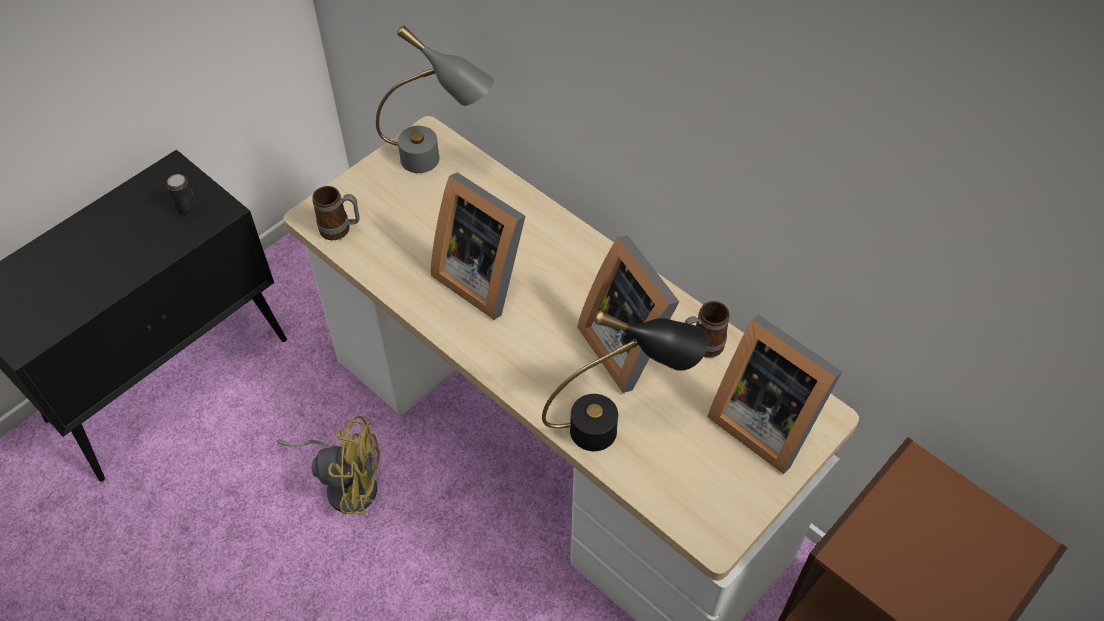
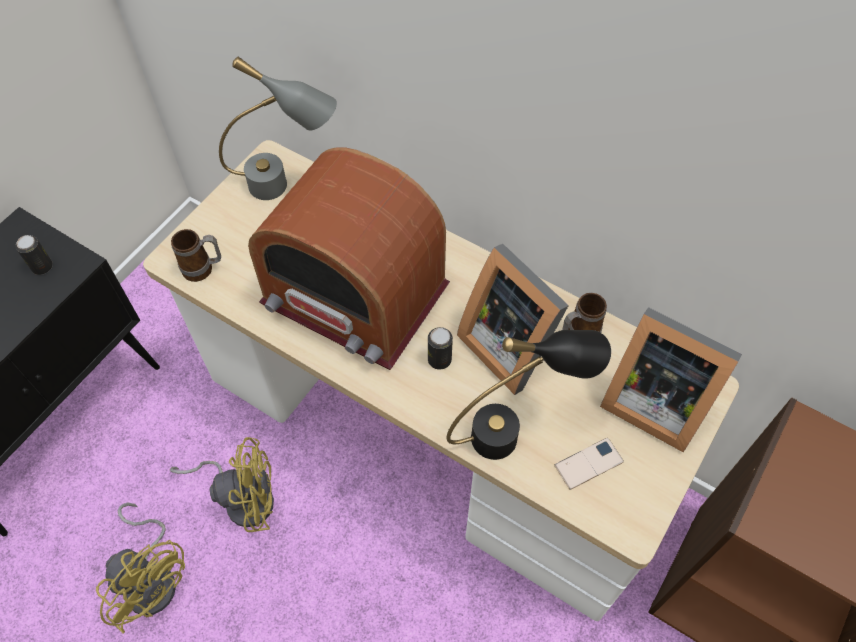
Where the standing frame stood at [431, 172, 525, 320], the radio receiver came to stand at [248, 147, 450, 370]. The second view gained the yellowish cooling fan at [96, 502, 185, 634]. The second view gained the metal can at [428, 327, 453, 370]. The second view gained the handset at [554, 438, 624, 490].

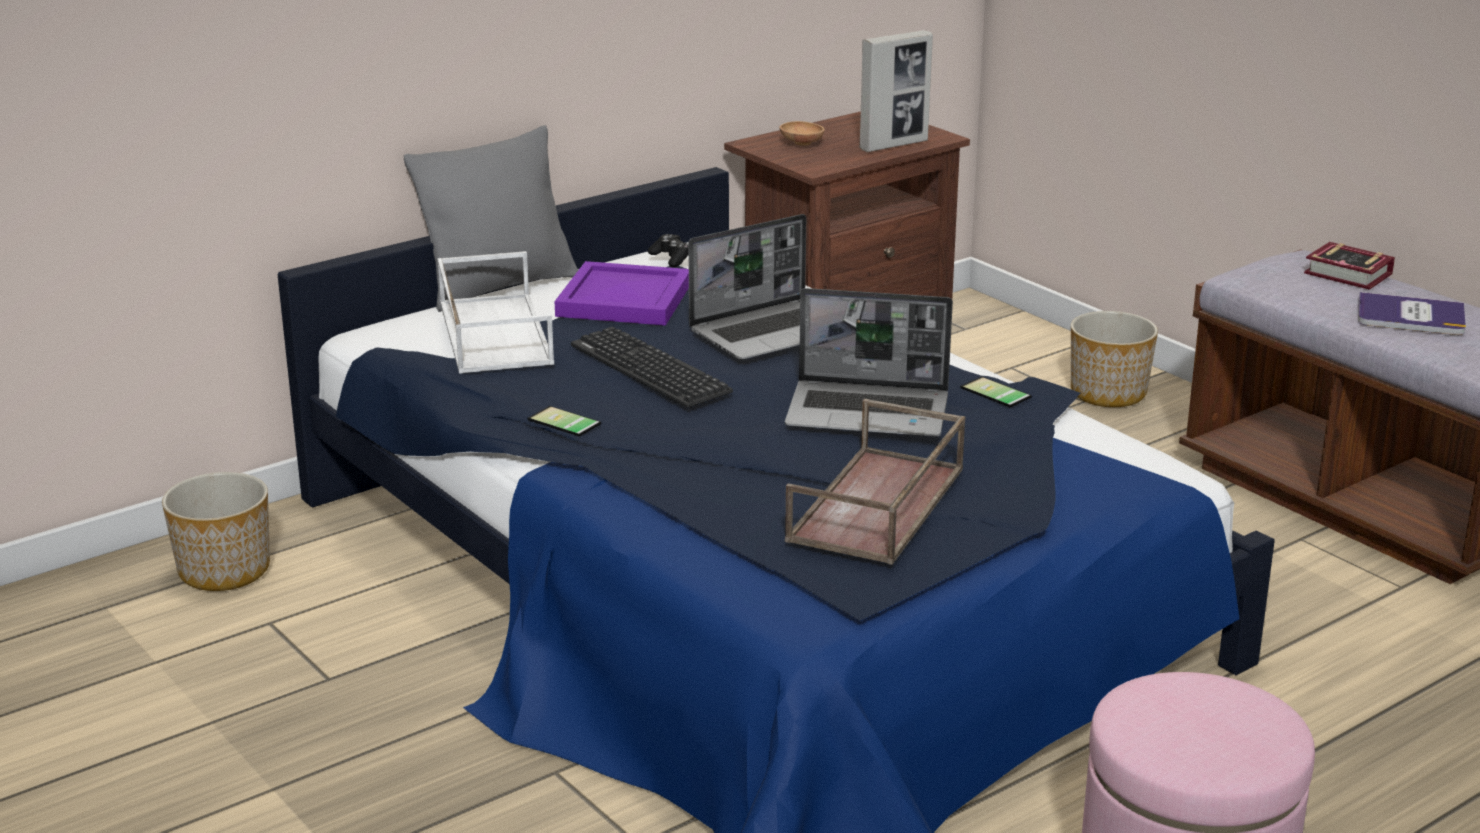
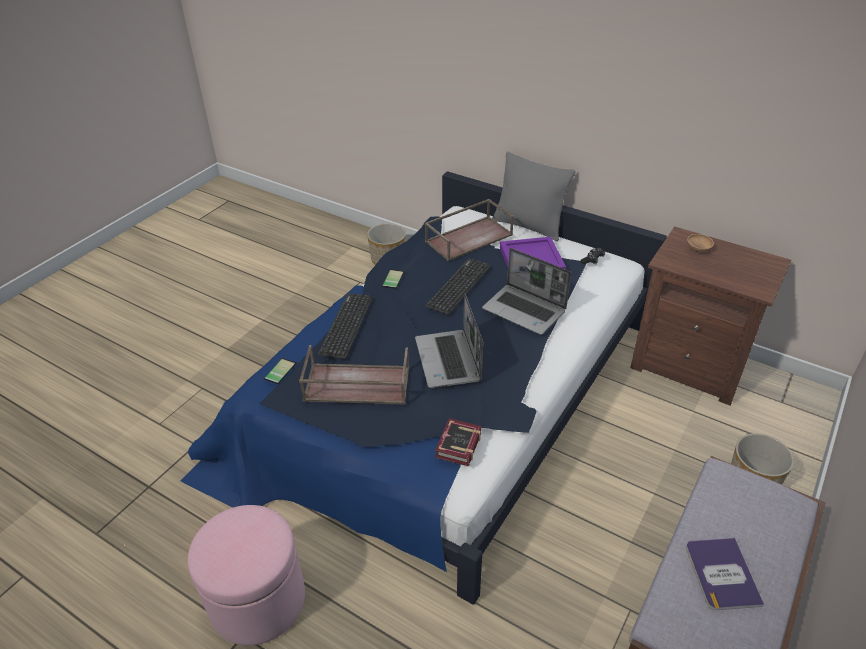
What was the white-coloured carrying tray at [437, 251, 554, 374] turned into the brown carrying tray at [425, 199, 514, 261]. The second view lost the standing frame at [859, 30, 933, 152]. The handset ended up elsewhere, having gone from [960, 376, 1032, 408] to [264, 358, 297, 384]. The book ended up elsewhere, having gone from [1304, 242, 1395, 290] to [435, 418, 482, 466]. The second view gained the computer keyboard at [318, 293, 373, 359].

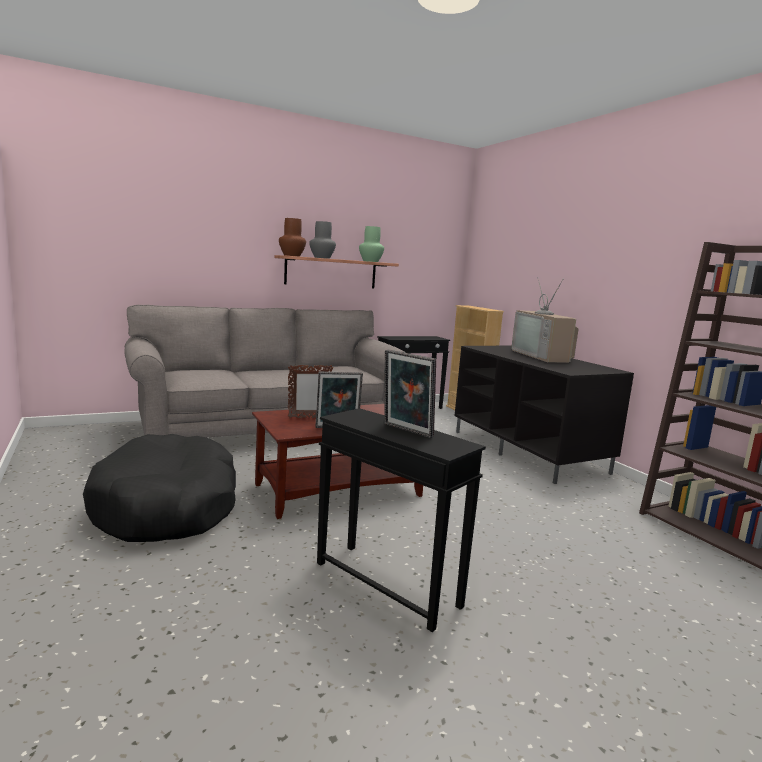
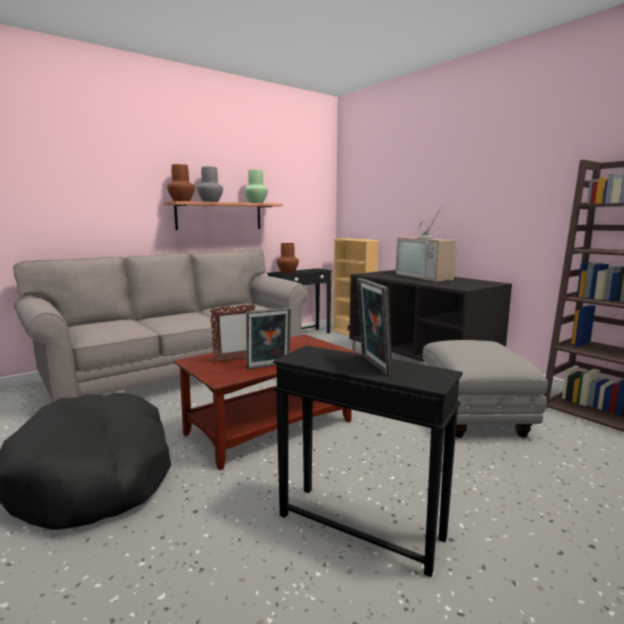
The standing frame at [384, 350, 436, 438] ended up facing another way, 45 degrees clockwise from before. The second view gained the brown flower vase at [277, 243, 299, 273]. The second view gained the greyish ottoman at [422, 340, 548, 438].

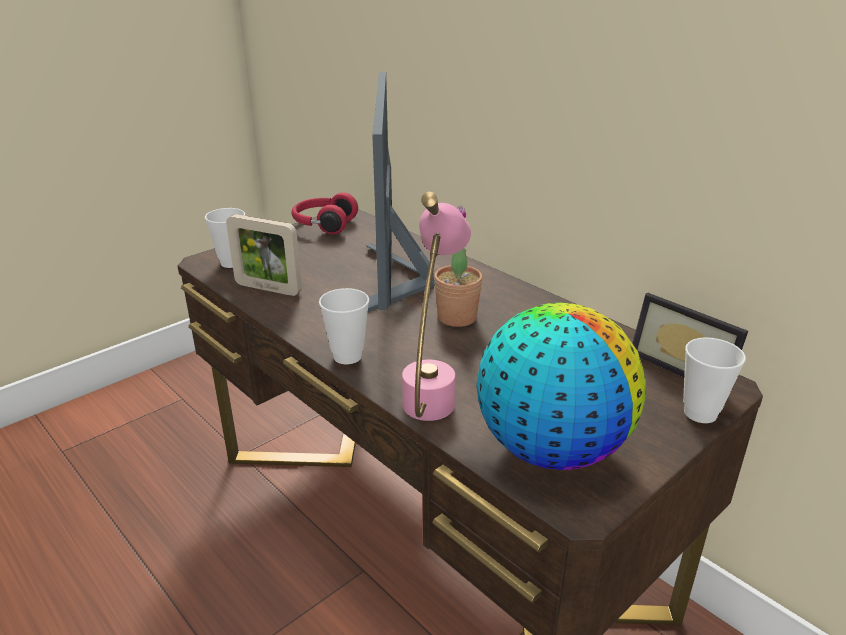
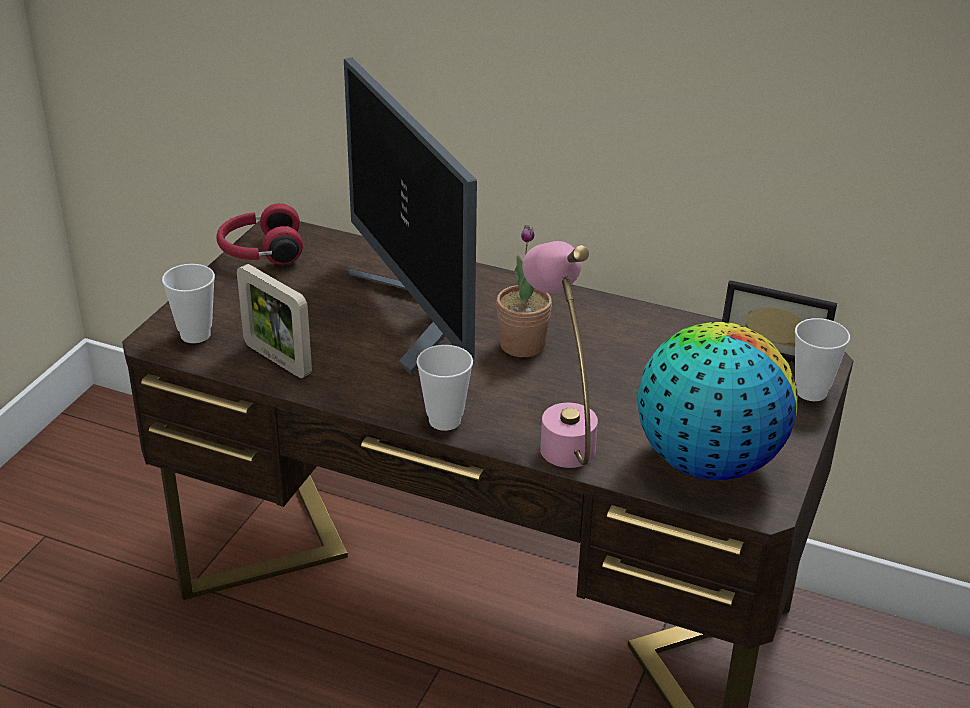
The standing frame at [226, 214, 302, 296] ended up facing another way, 45 degrees clockwise from before.

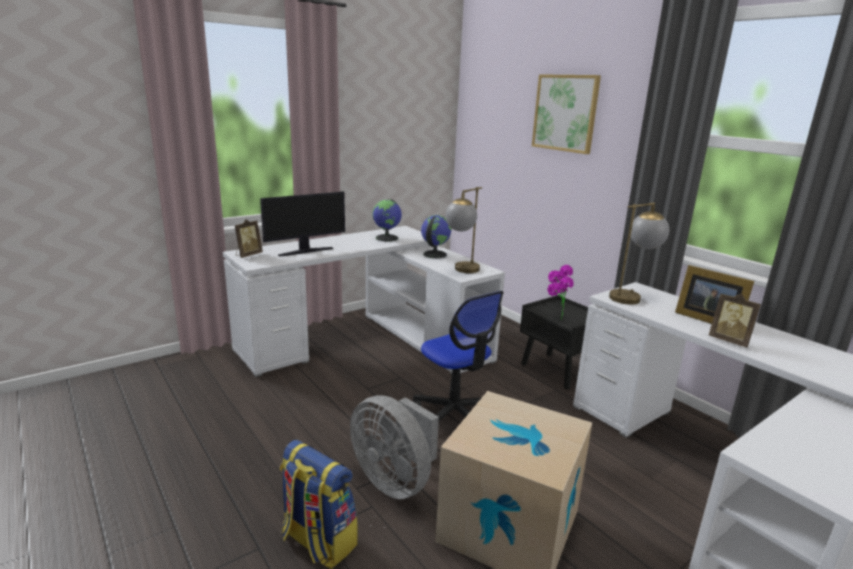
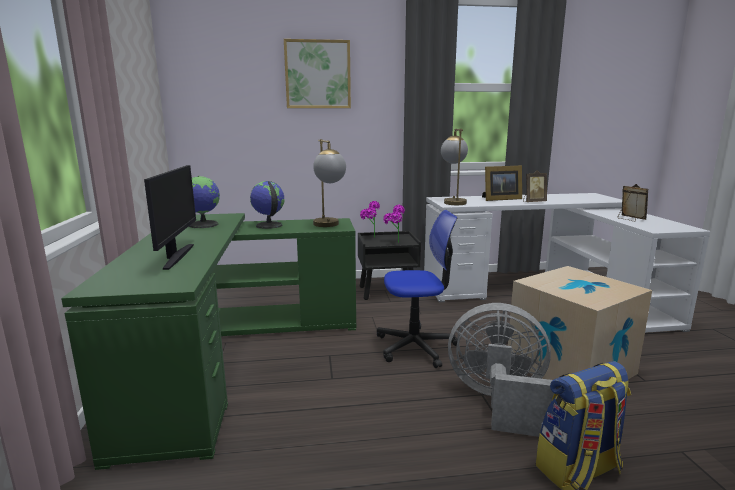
What was the white-coloured desk table at [223, 226, 505, 377] turned into the green desk table at [61, 213, 356, 470]. The standing frame ended up elsewhere, having gone from [235, 219, 263, 258] to [618, 184, 648, 221]. The greyish cooling fan at [350, 396, 439, 499] ended up facing another way, 150 degrees counterclockwise from before.

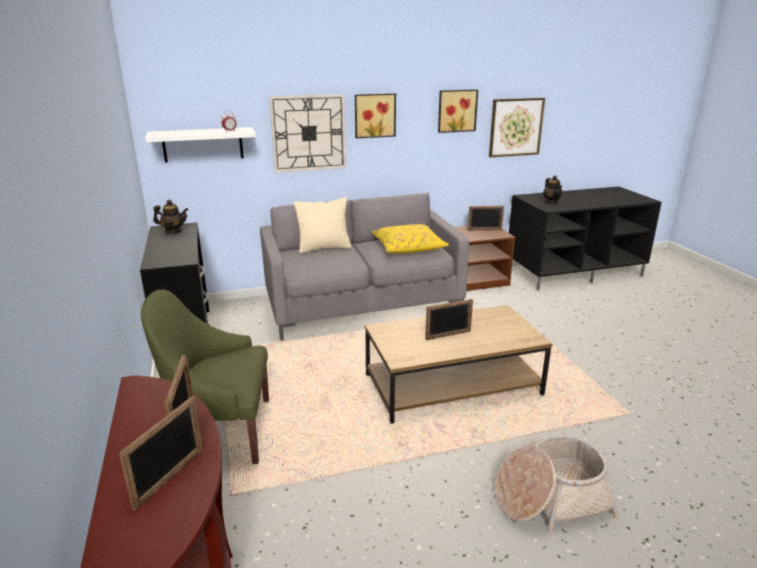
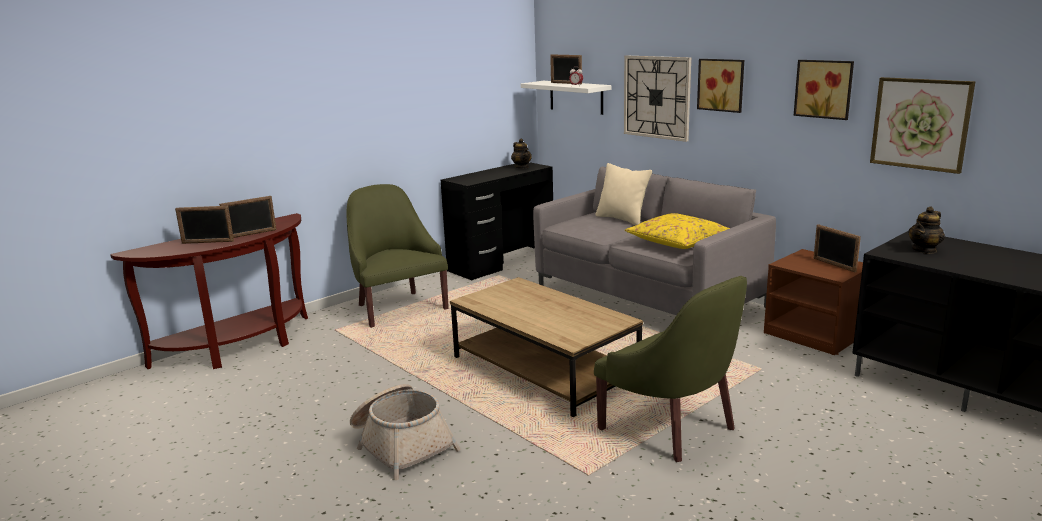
The standing frame ended up elsewhere, having gone from [425, 299, 473, 340] to [550, 54, 582, 84]. The second view gained the green easy chair at [594, 276, 747, 462].

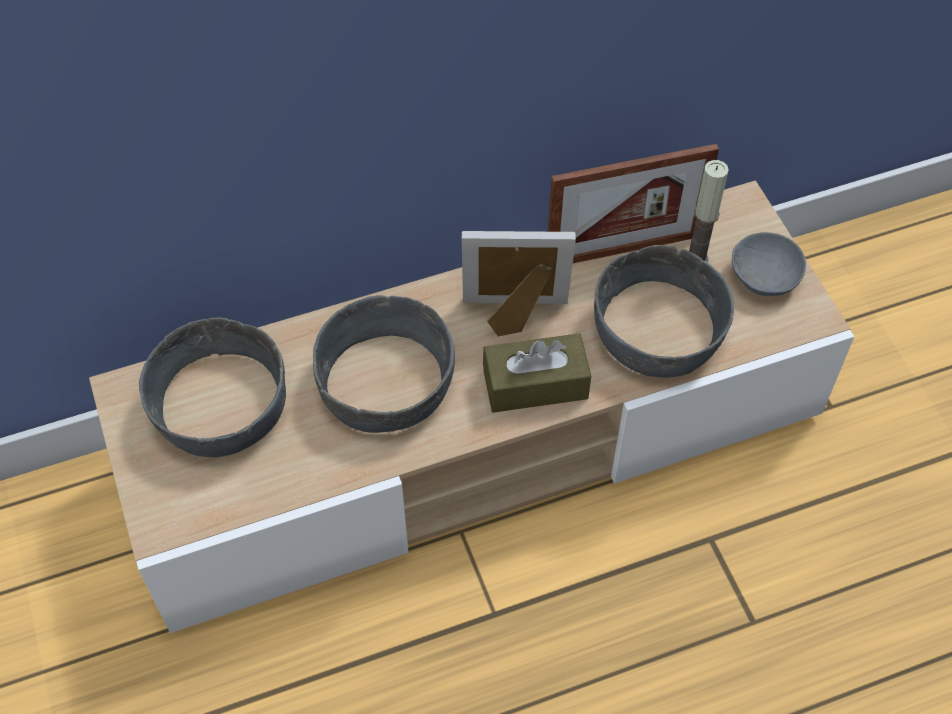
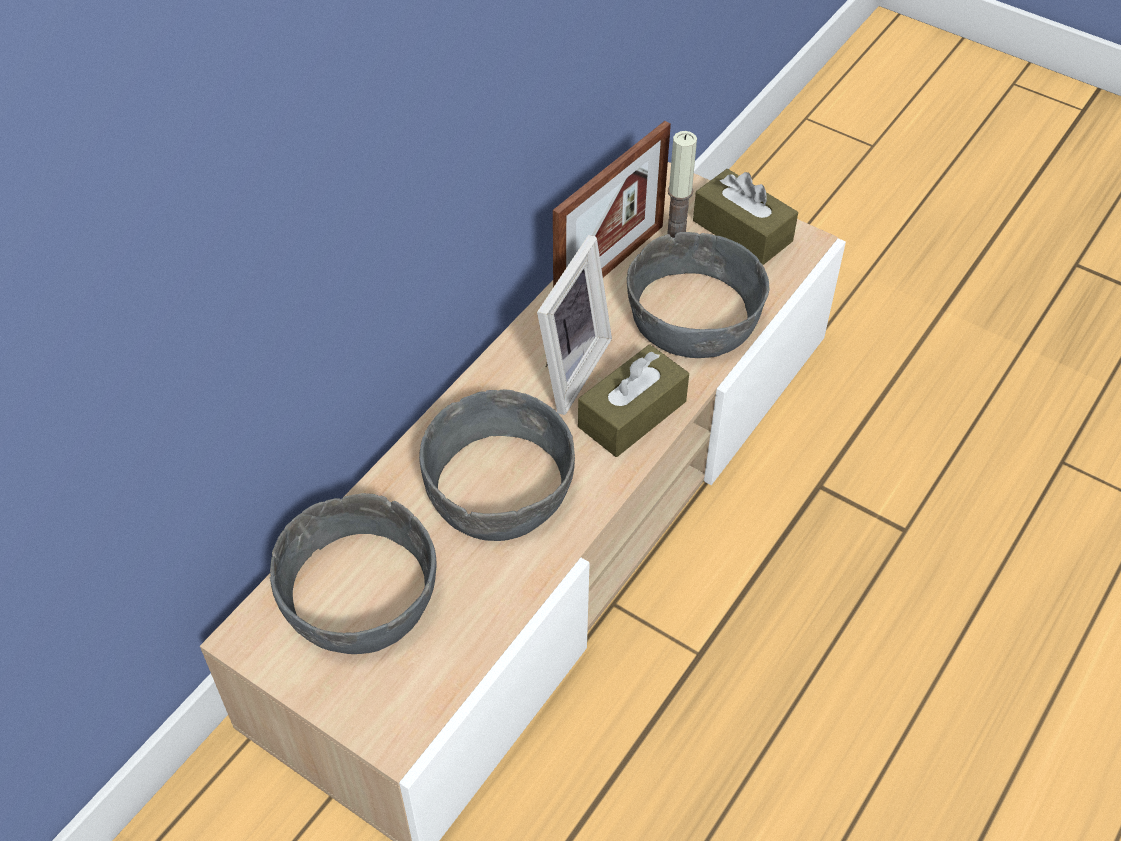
The standing frame at [462, 231, 576, 336] ended up facing another way, 150 degrees clockwise from before. Where the greyish deep dish stood at [732, 232, 806, 296], the brown tissue holder came to stand at [693, 169, 798, 265].

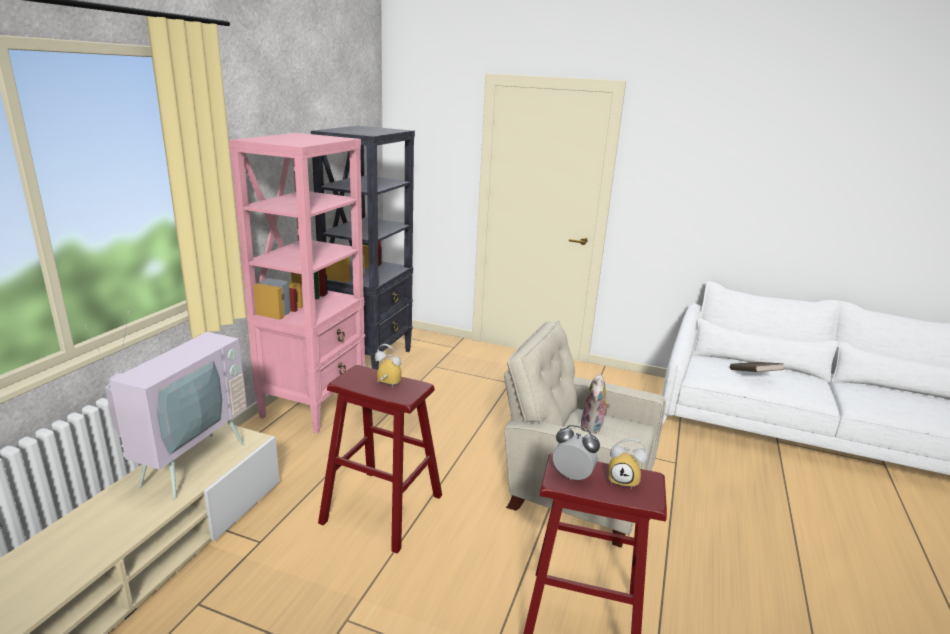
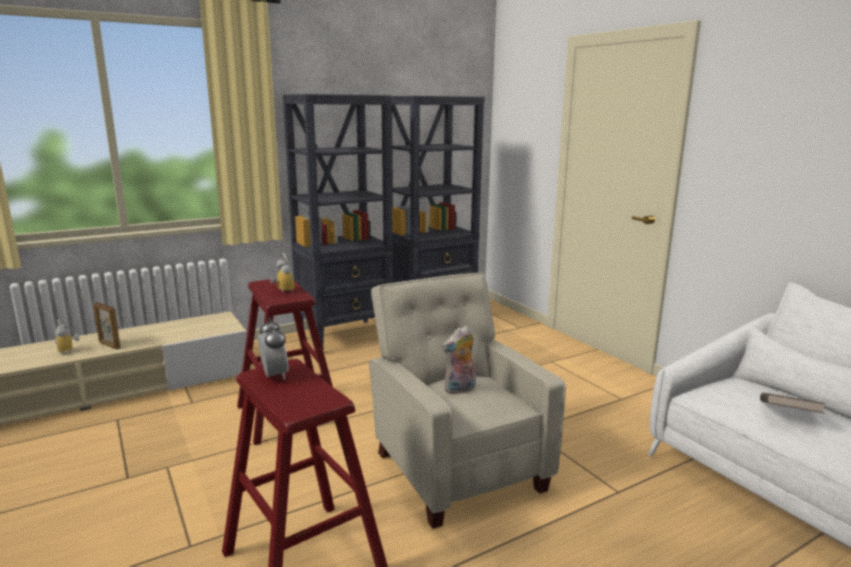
The second view lost the television at [85, 311, 247, 500]. What was the pink-coloured bookshelf at [229, 133, 366, 434] turned into the blackish bookshelf at [283, 94, 393, 349]. The table clock ended up elsewhere, having gone from [608, 438, 648, 489] to [55, 319, 80, 354]. The second view gained the standing frame at [93, 302, 121, 349].

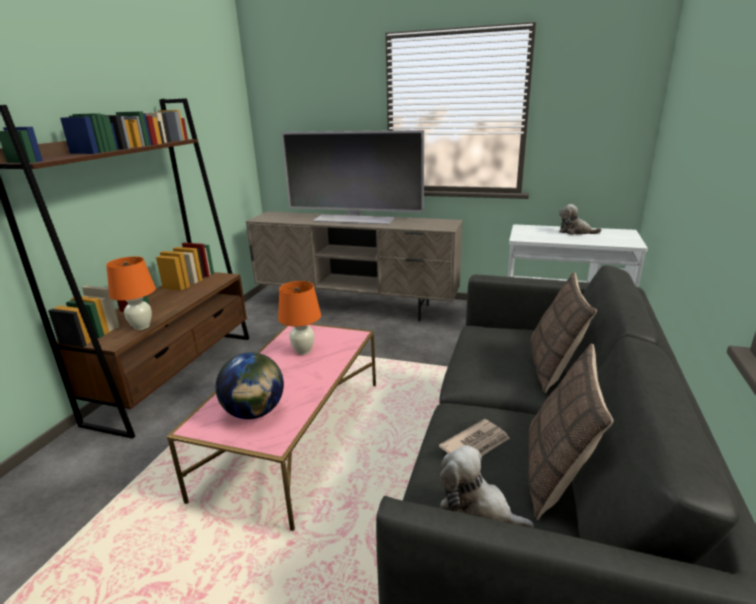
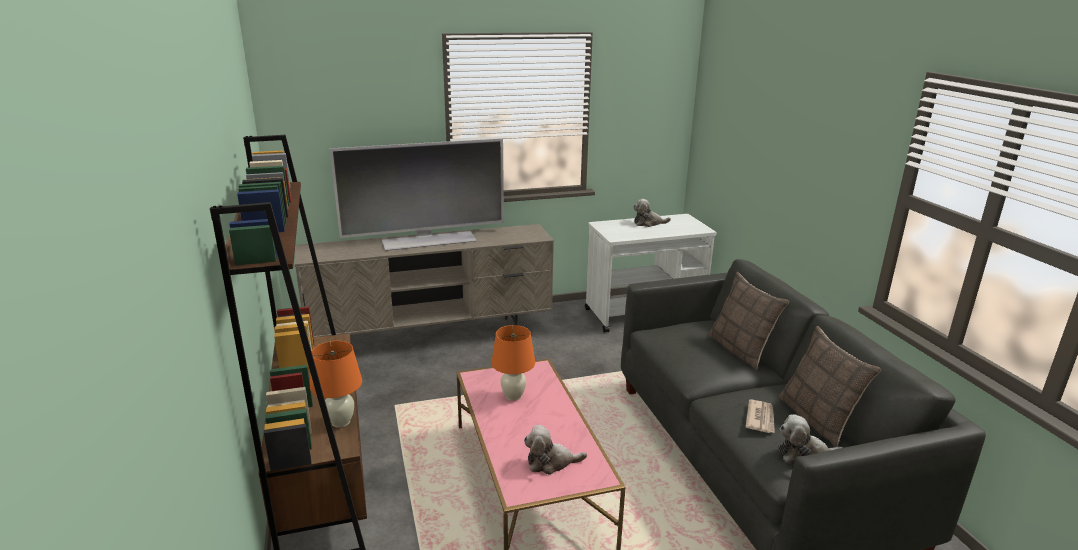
Where the world globe stood at [216, 352, 284, 419], the cuddly toy came to stand at [524, 425, 587, 475].

